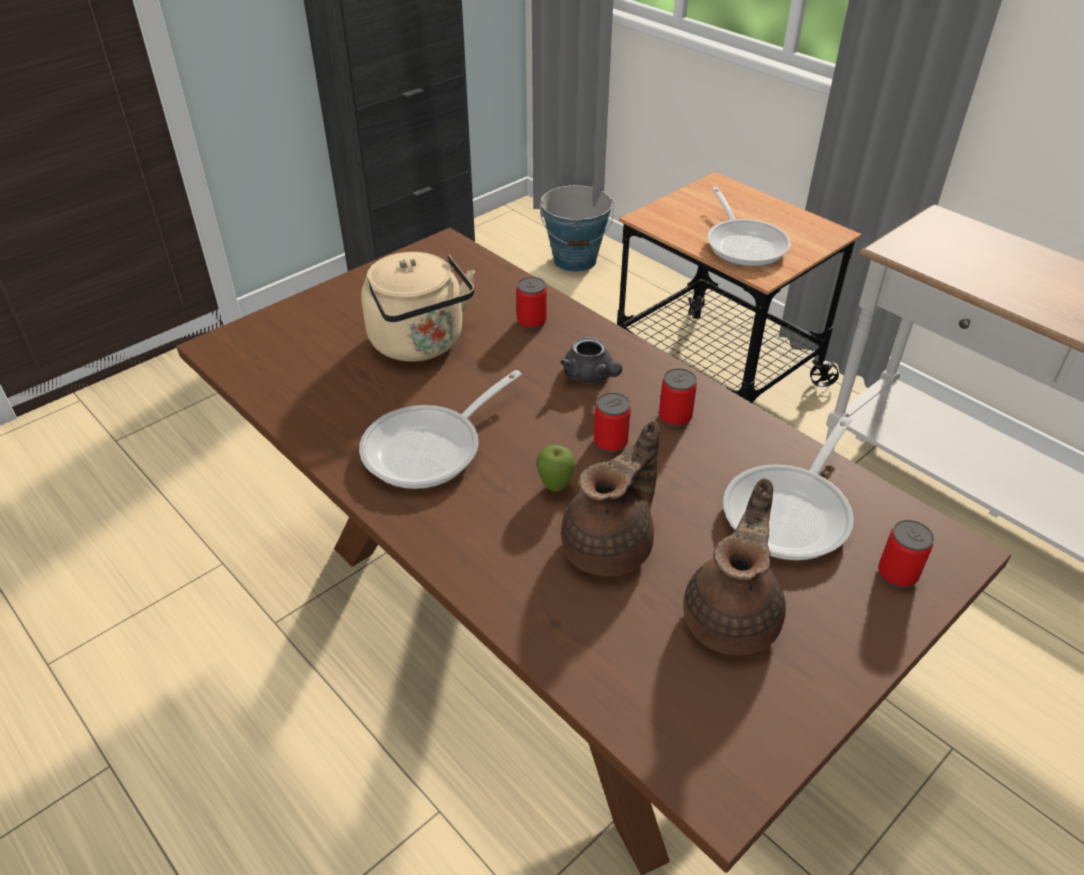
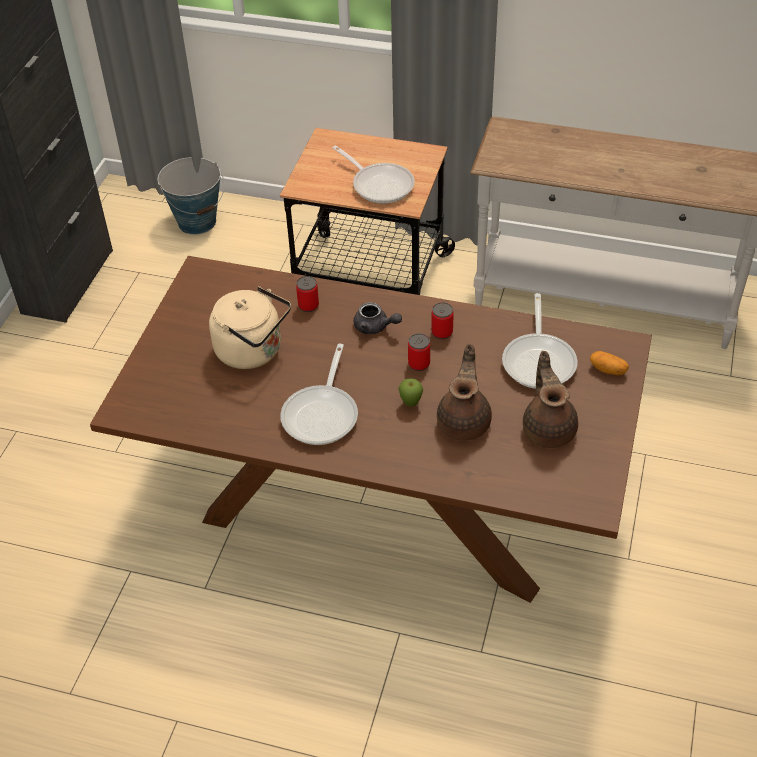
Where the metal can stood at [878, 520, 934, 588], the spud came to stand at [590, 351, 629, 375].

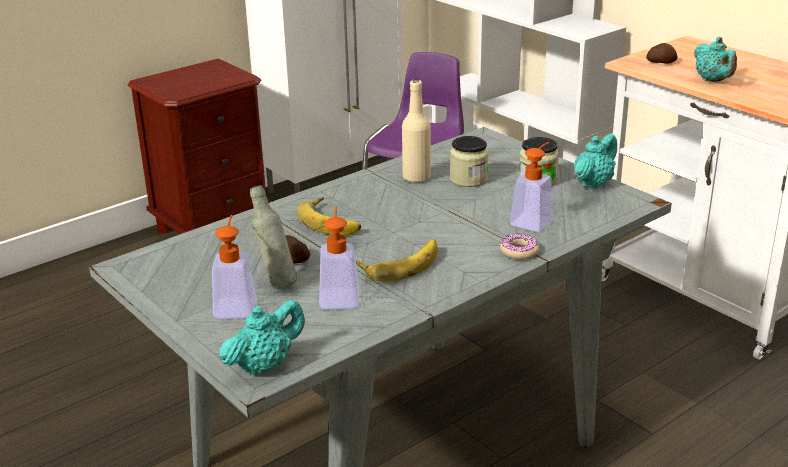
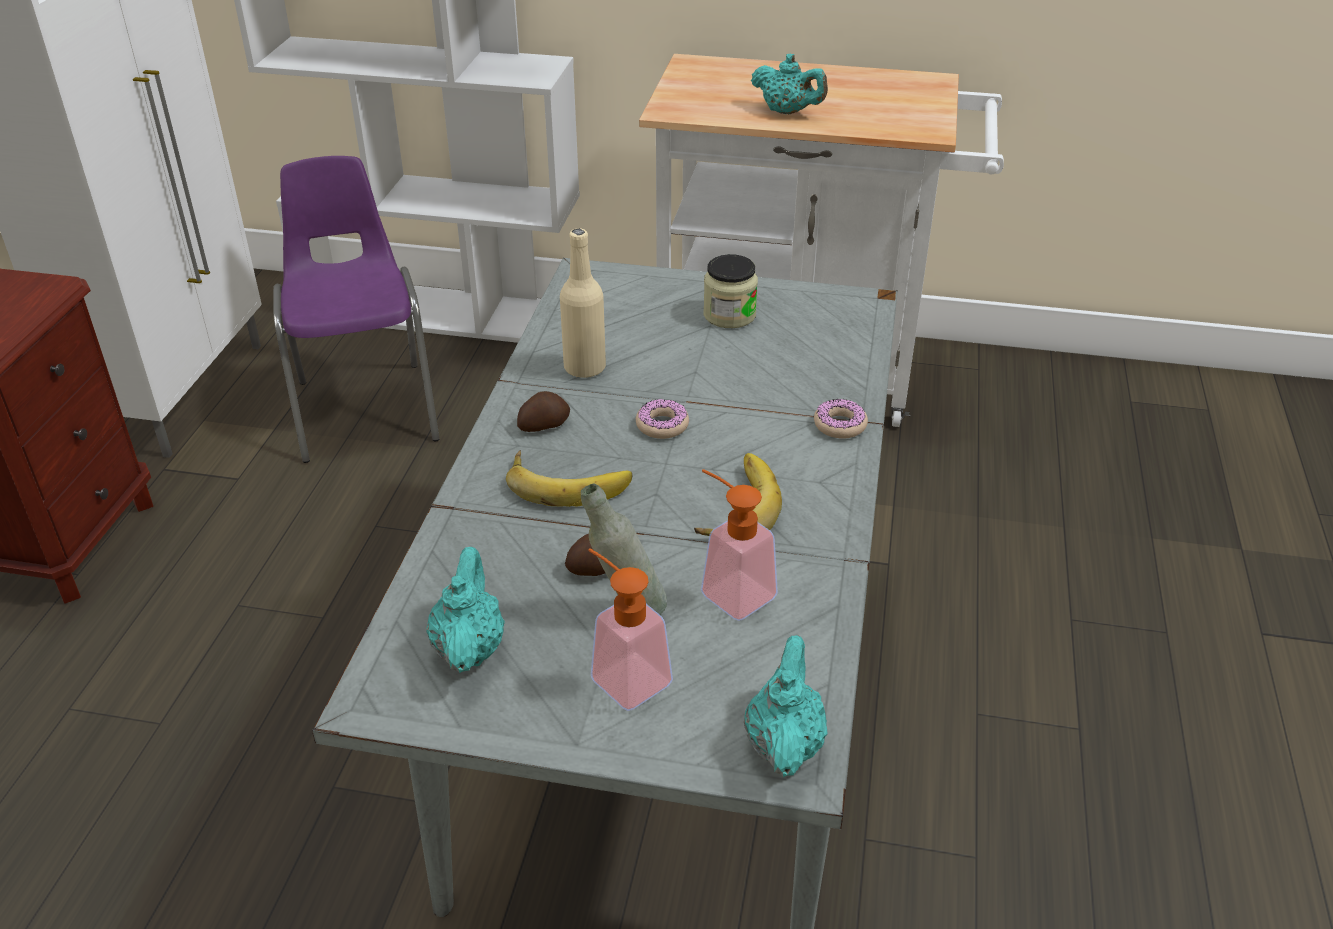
The second view lost the preserve jar at [450, 136, 489, 187]. The second view lost the soap dispenser at [510, 142, 553, 232]. The blue-green teapot ended up elsewhere, having gone from [574, 133, 617, 189] to [426, 547, 505, 673]. The spud ended up elsewhere, having gone from [646, 43, 678, 64] to [517, 391, 570, 432]. The second view gained the ring doughnut at [636, 399, 689, 439].

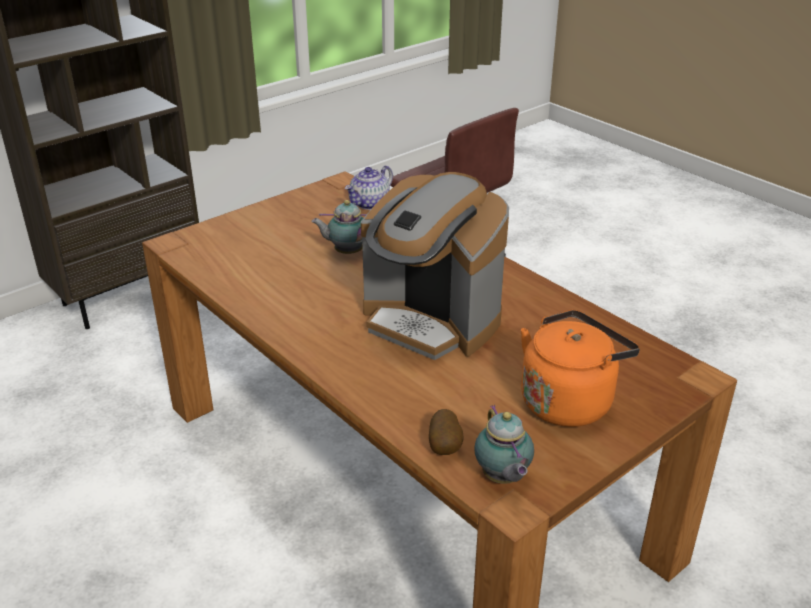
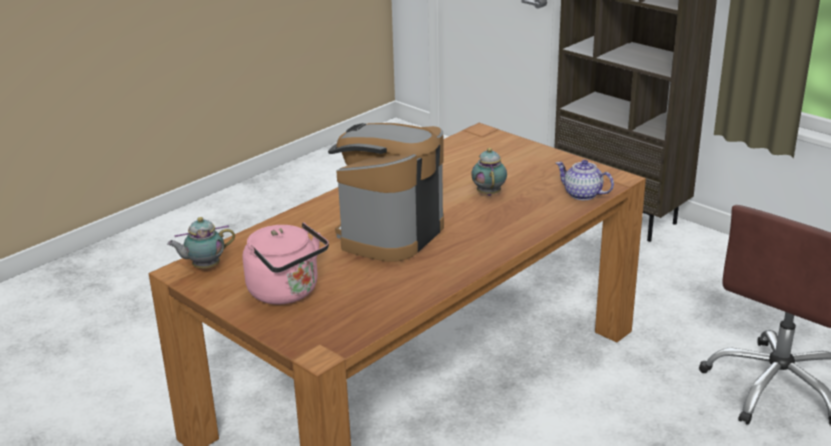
The second view lost the spud at [429, 409, 463, 455]. What was the orange water kettle at [521, 309, 640, 427] turned into the pink-coloured water kettle at [243, 222, 329, 305].

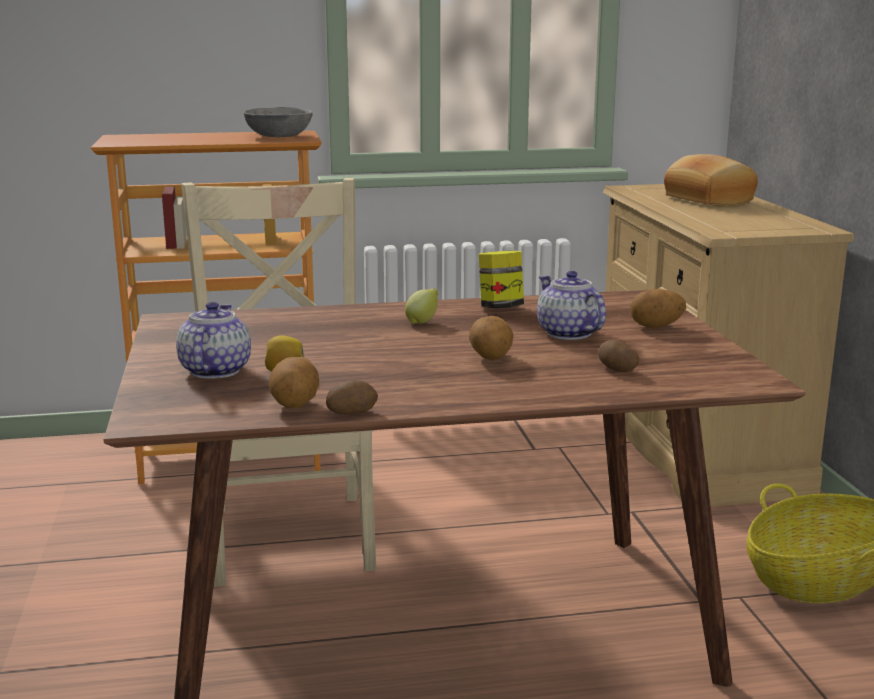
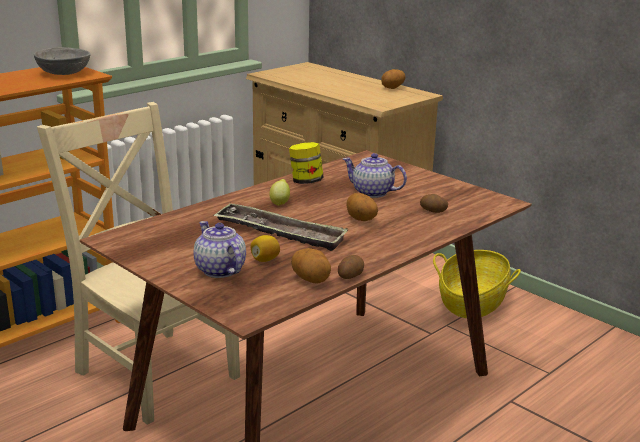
The spud ended up elsewhere, having gone from [630, 289, 686, 328] to [381, 69, 405, 89]. The second view lost the baked bread at [664, 154, 758, 206]. The second view gained the carrying tray at [213, 203, 348, 251].

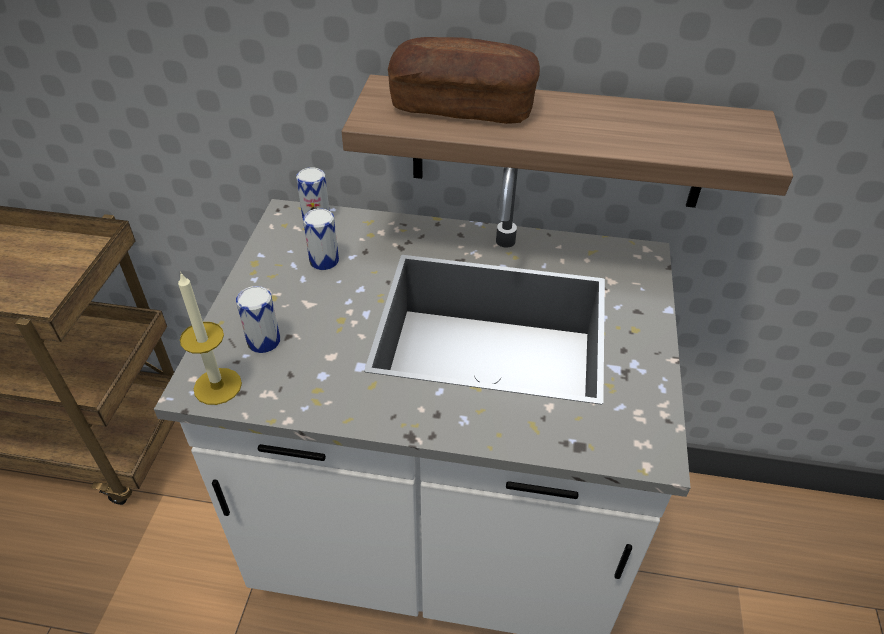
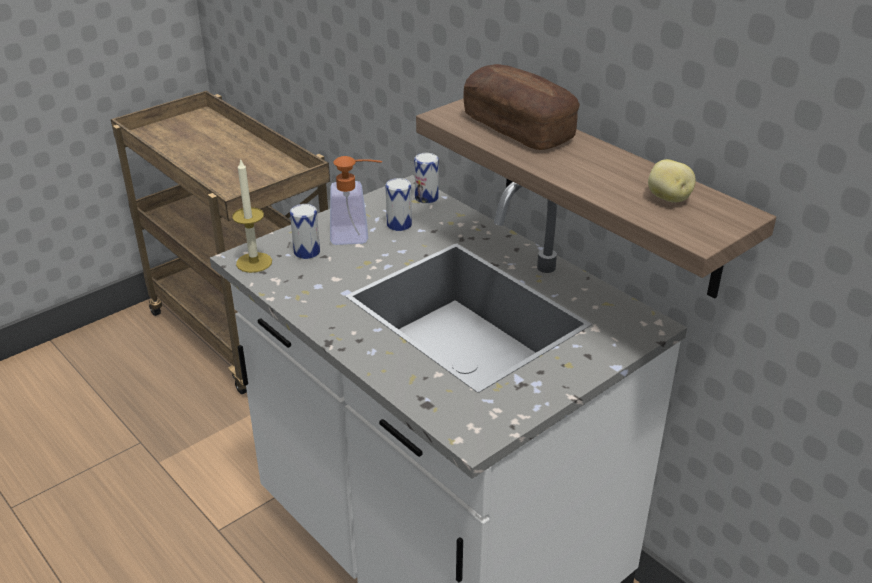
The second view gained the soap dispenser at [330, 156, 382, 245]. The second view gained the spud at [648, 159, 696, 203].

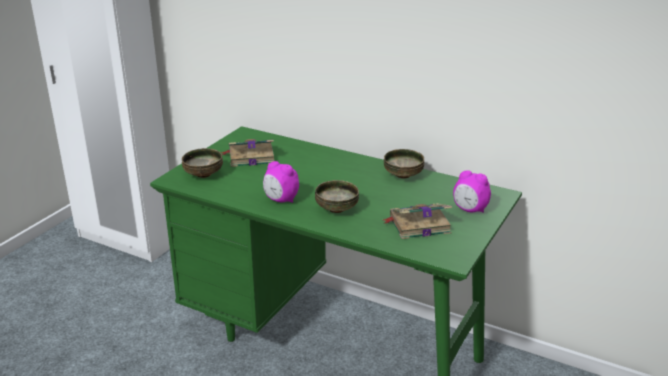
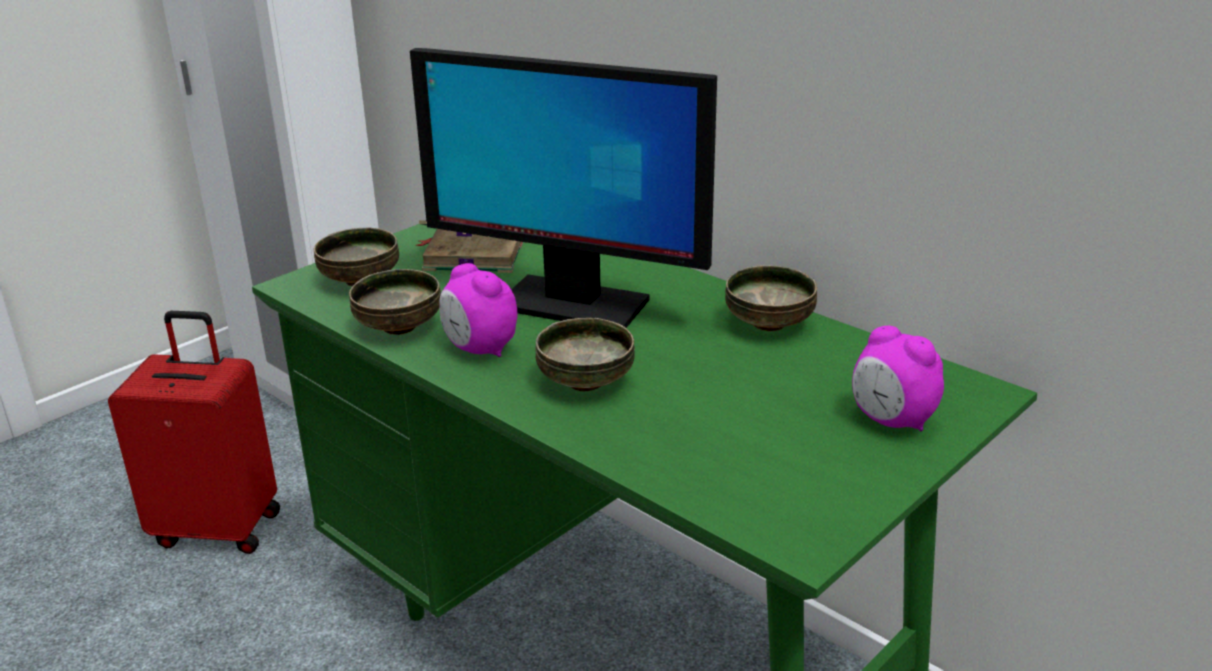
The second view lost the book at [383, 203, 452, 239]. The second view gained the red piece of luggage at [108, 311, 280, 554]. The second view gained the deep dish at [349, 269, 441, 335]. The second view gained the computer screen at [410, 48, 717, 328].

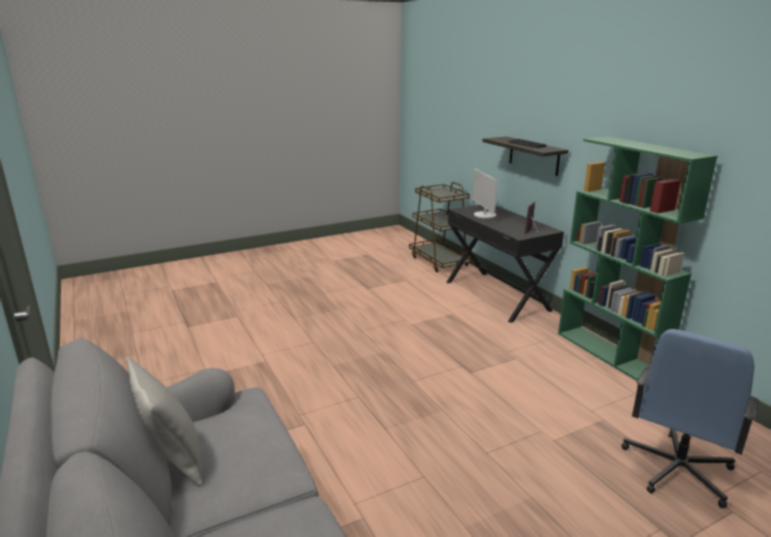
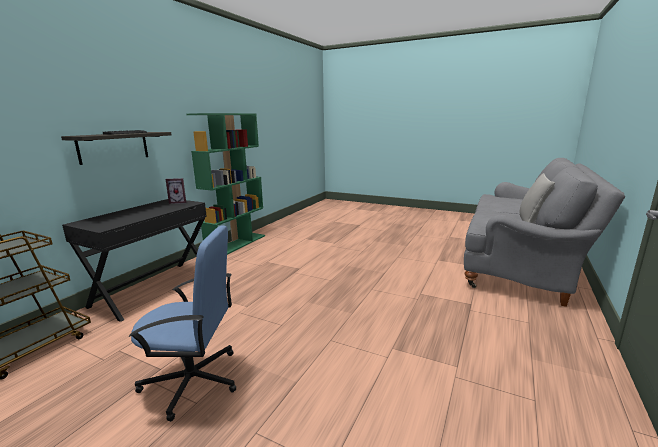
The second view lost the computer screen at [472, 169, 497, 219]. The blue-coloured computer chair ended up elsewhere, having gone from [621, 329, 758, 508] to [129, 226, 236, 422].

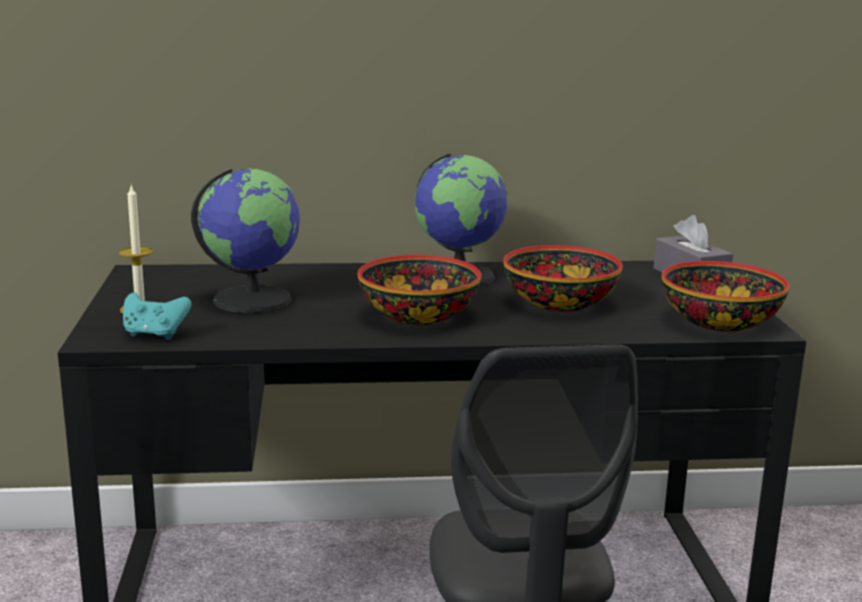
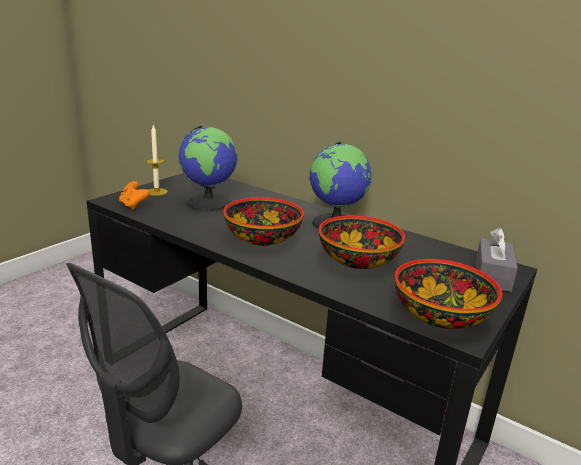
What was the blue-green gamepad at [123, 292, 192, 340] turned into the orange gamepad at [119, 181, 150, 210].

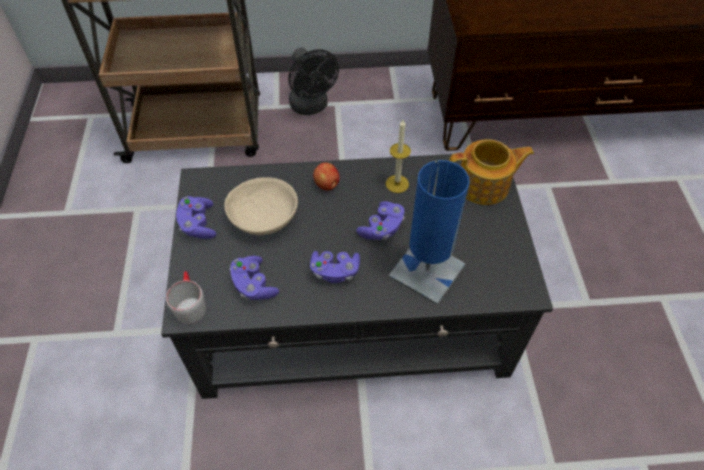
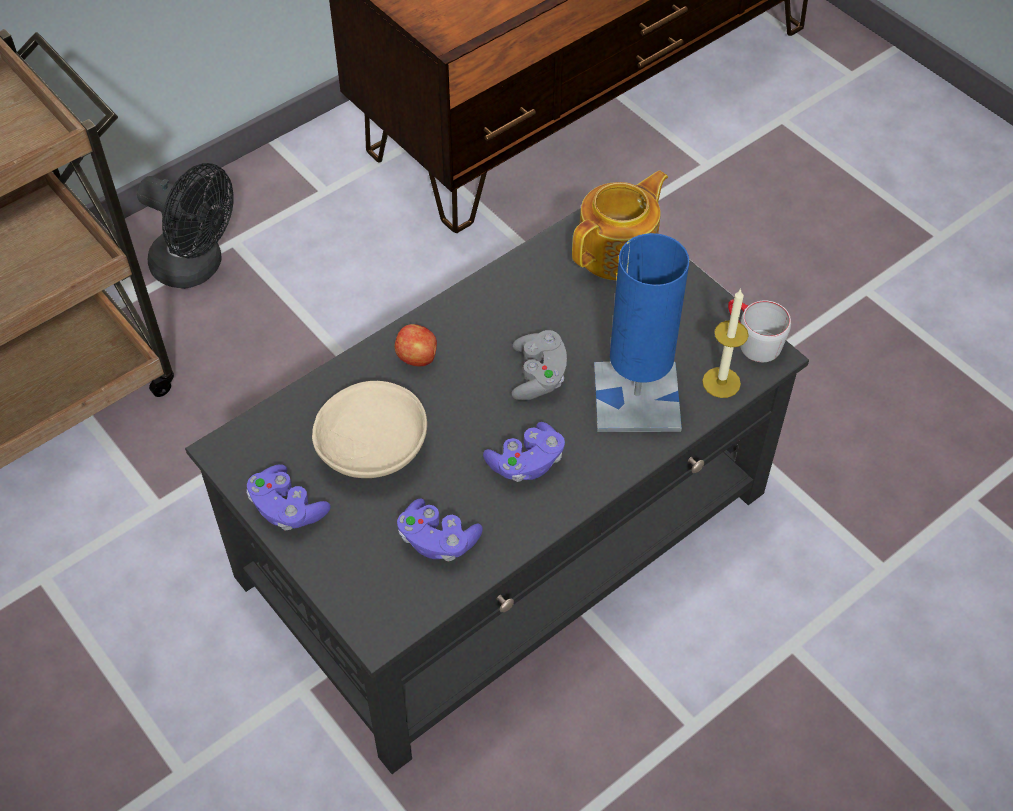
The greyish mug ended up elsewhere, having gone from [166, 271, 206, 324] to [728, 299, 791, 362]. What was the purplish gamepad at [356, 201, 405, 240] turned into the greyish gamepad at [511, 330, 567, 400]. The wax light ended up elsewhere, having gone from [386, 120, 411, 193] to [702, 289, 749, 398].

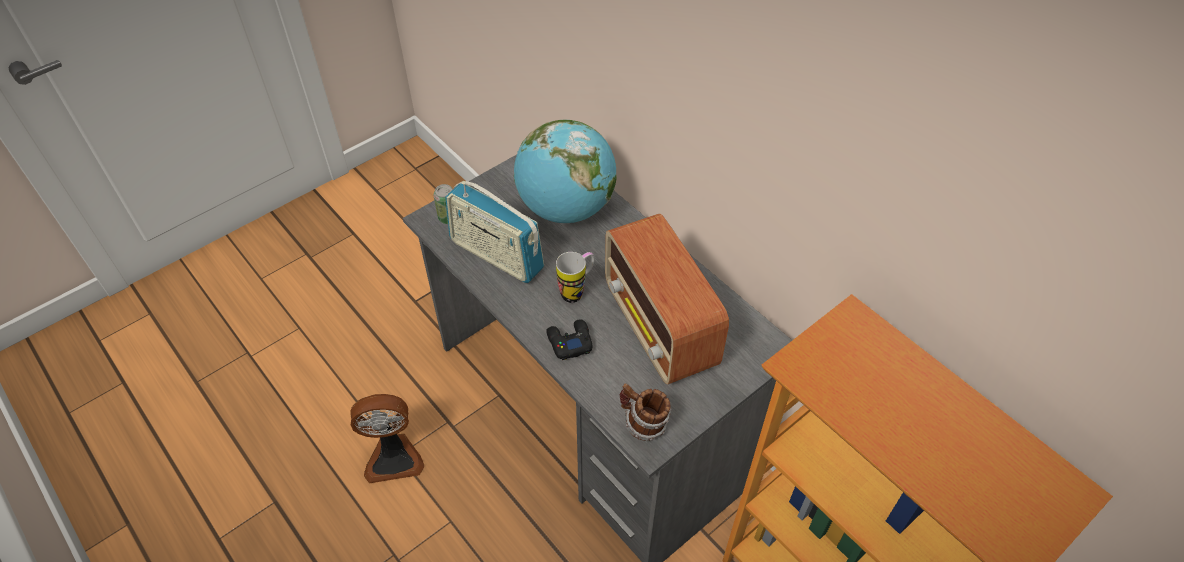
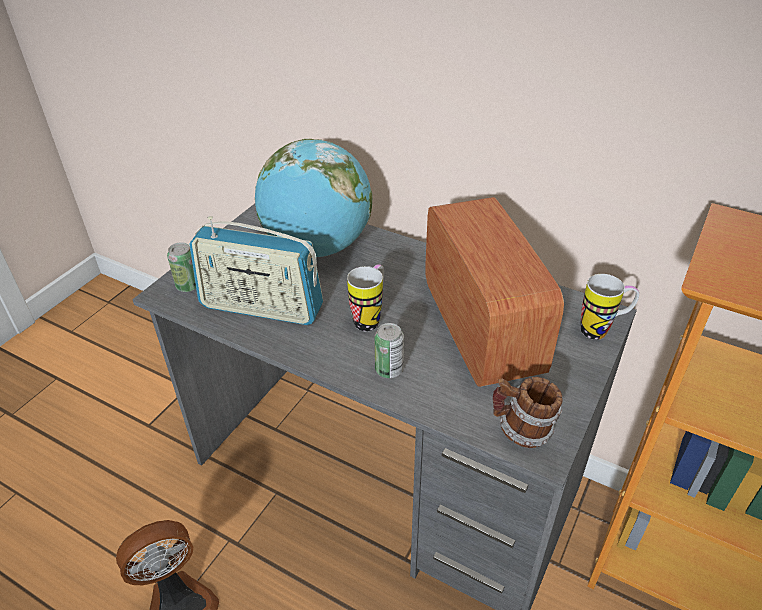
Where the blackish gamepad stood at [546, 320, 592, 360], the metal can came to stand at [374, 323, 404, 378]. The radio receiver at [605, 214, 729, 384] ended up facing another way, 150 degrees counterclockwise from before. The second view gained the mug at [581, 274, 639, 340].

